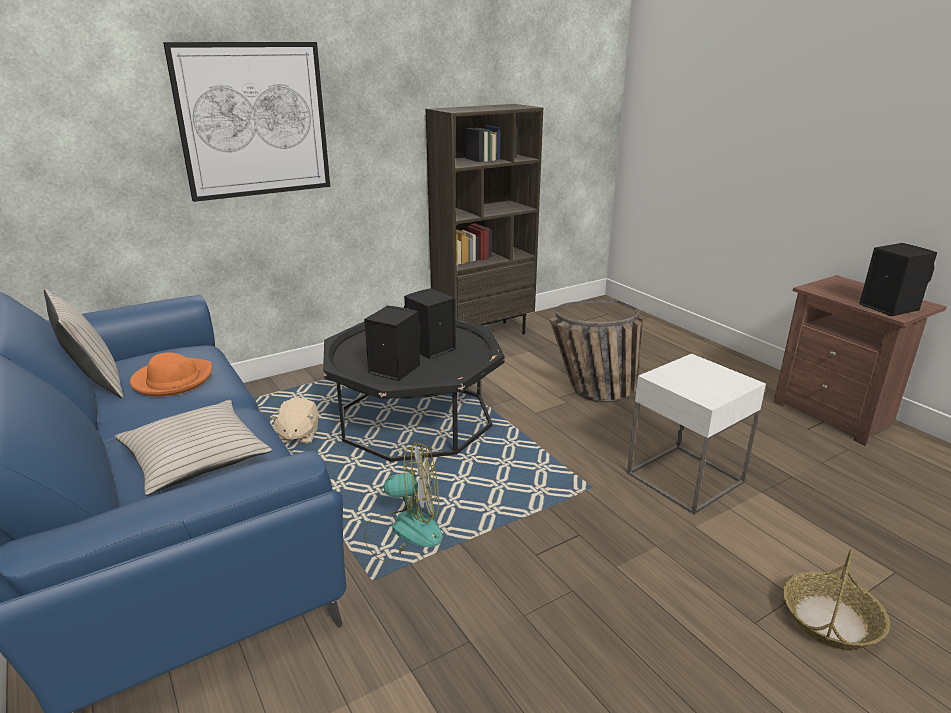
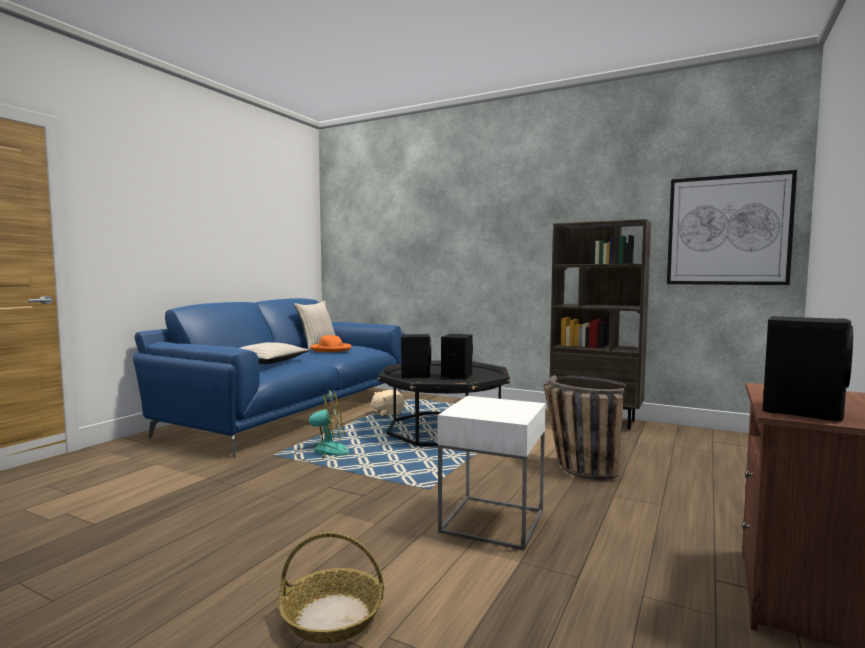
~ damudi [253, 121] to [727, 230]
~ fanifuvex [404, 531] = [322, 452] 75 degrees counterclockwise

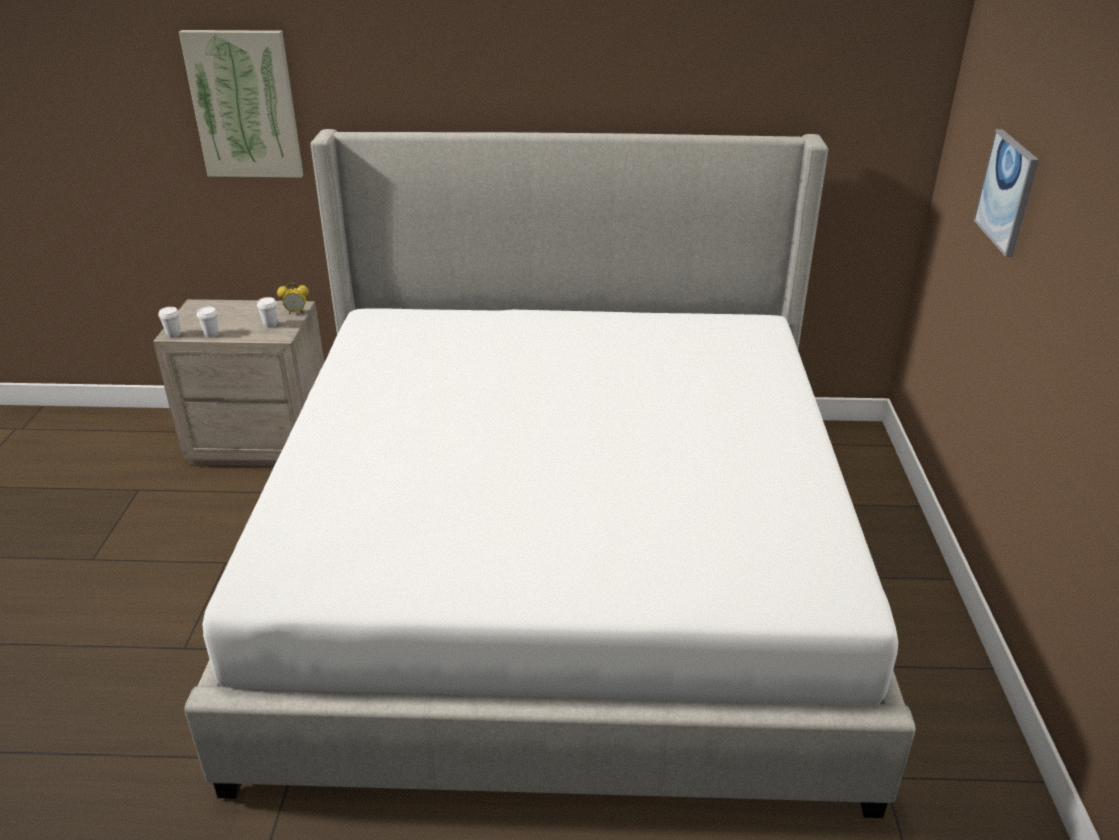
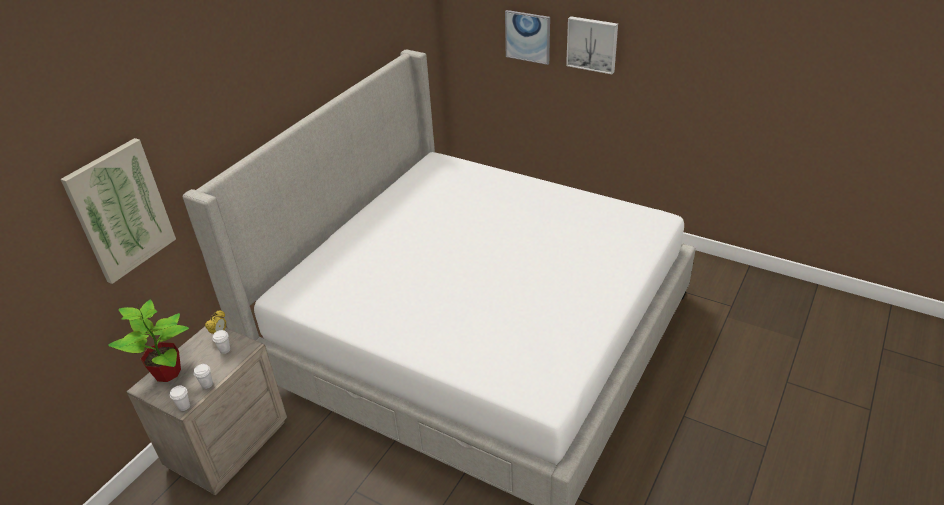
+ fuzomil [168, 372]
+ damudi [592, 44]

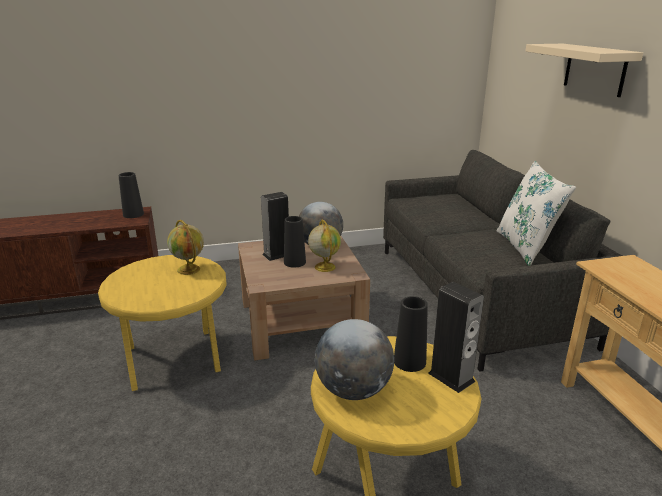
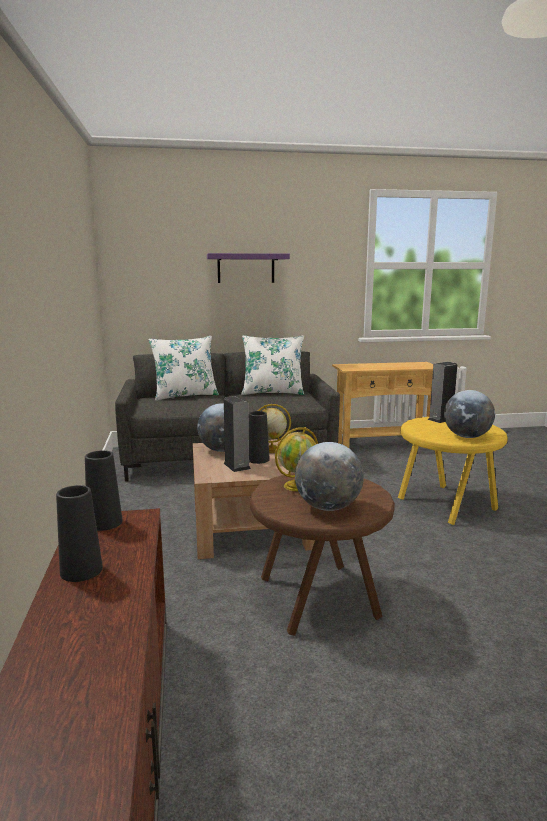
+ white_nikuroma [185, 395]
+ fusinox [327, 507]
~ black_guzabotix [409, 361] to [81, 570]
~ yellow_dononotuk [175, 359] to brown_dononotuk [318, 596]
~ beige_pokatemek [595, 69] to purple_pokatemek [246, 268]

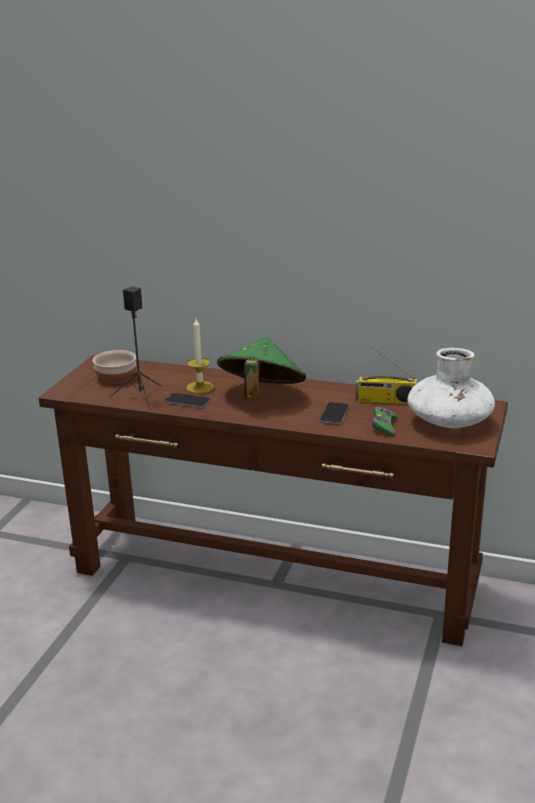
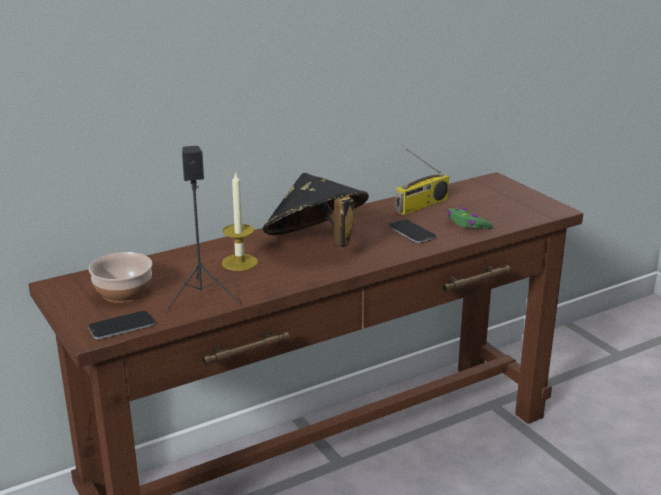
- white_guzabotix [449, 422]
~ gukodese [187, 401] to [121, 326]
~ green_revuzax [261, 396] to black_revuzax [316, 245]

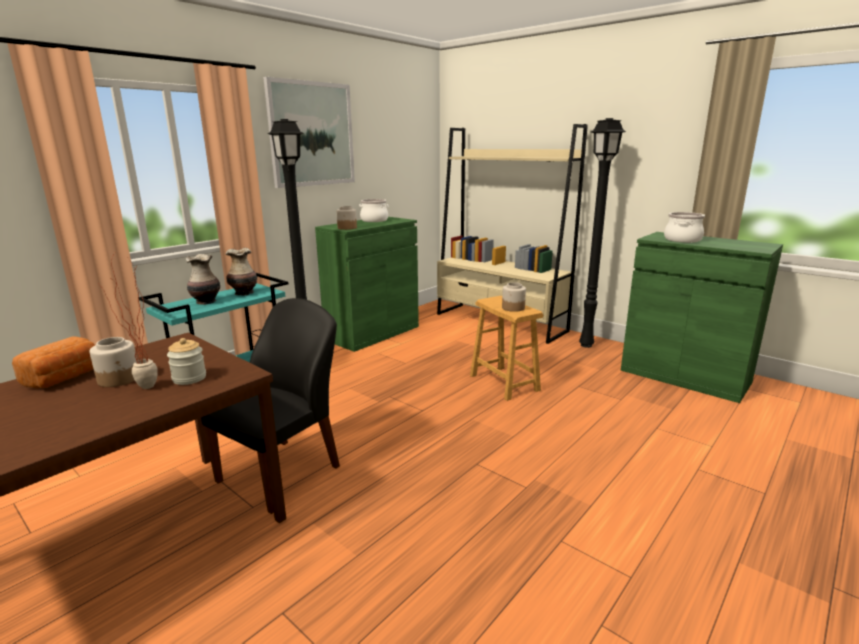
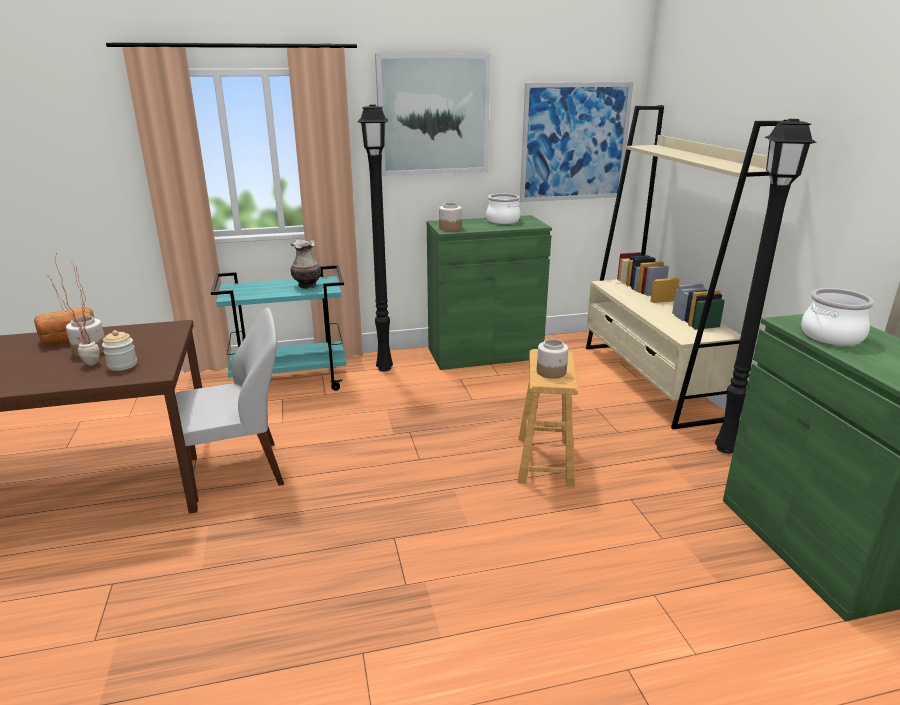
- guzabotix [205, 302]
+ damudi [575, 142]
~ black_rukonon [282, 472] to white_rukonon [240, 471]

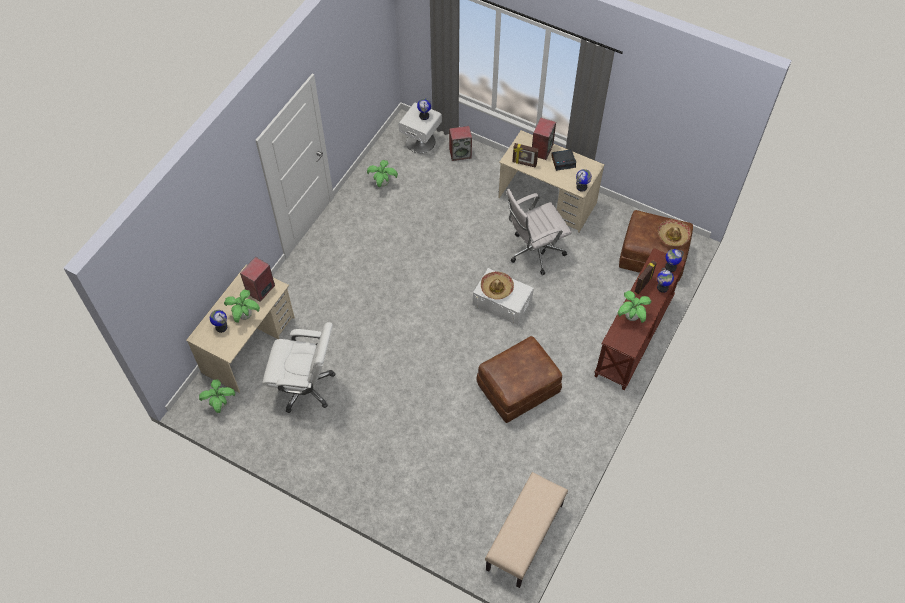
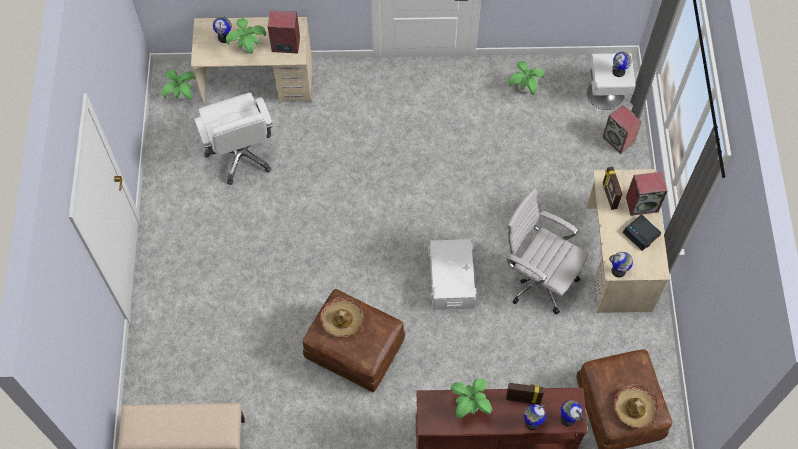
~ revuzax [497, 288] to [342, 319]

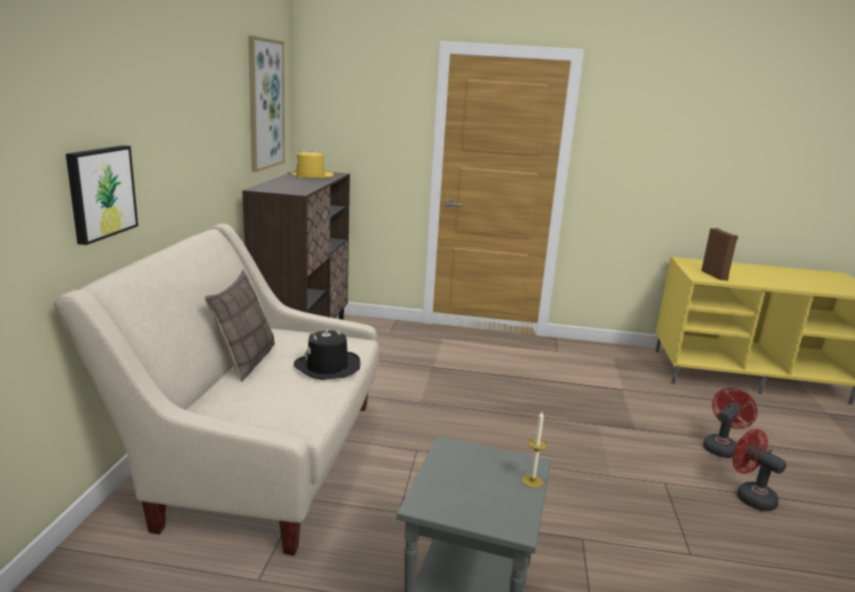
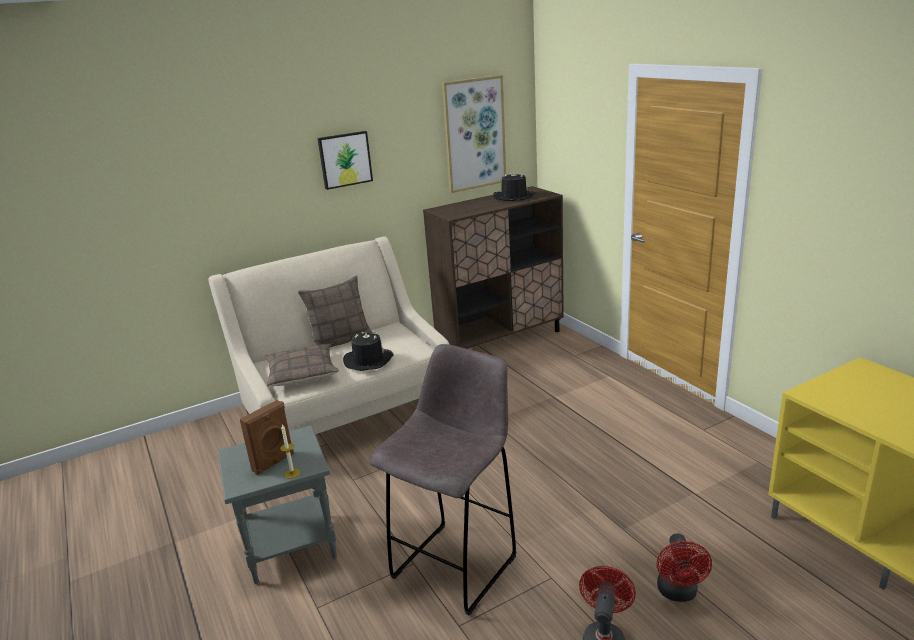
+ nikuroma [302, 373]
+ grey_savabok [457, 564]
~ damudi [100, 192] to [345, 159]
~ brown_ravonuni [715, 275] to [274, 463]
~ yellow_revuzax [310, 176] to black_revuzax [514, 197]
~ red_fanifuvex [721, 447] = [678, 593] 90 degrees clockwise

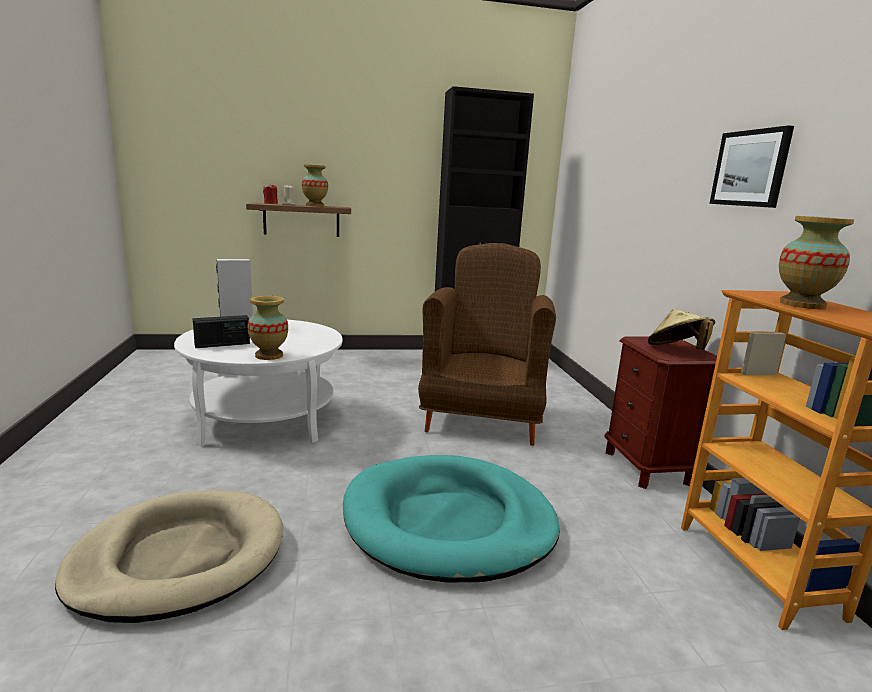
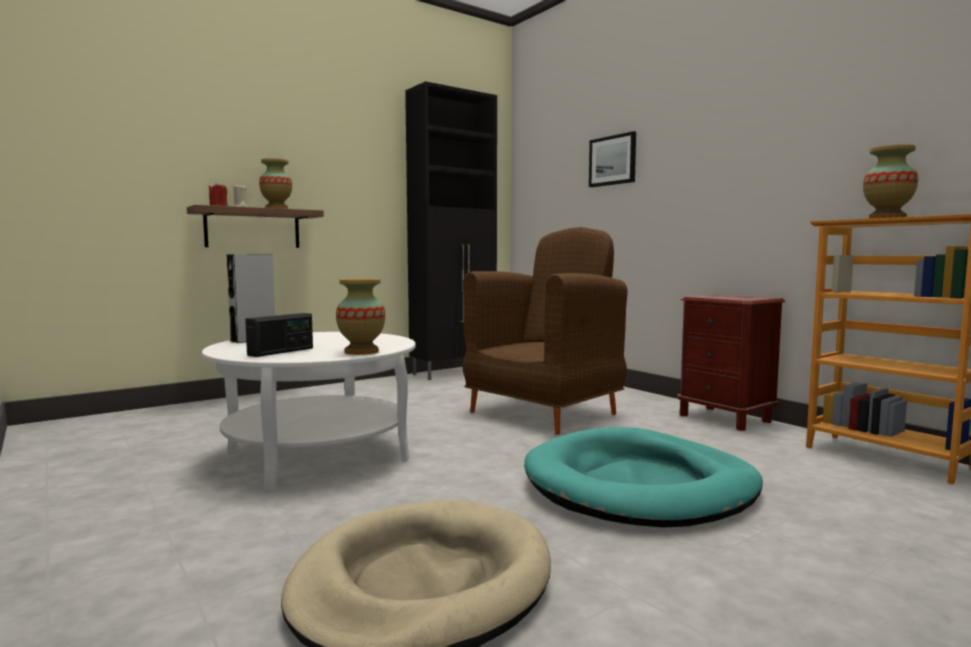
- beige_revuzax [677, 351]
~ damudi [750, 168] to [612, 160]
~ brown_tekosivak [482, 419] = [544, 413] 60 degrees clockwise

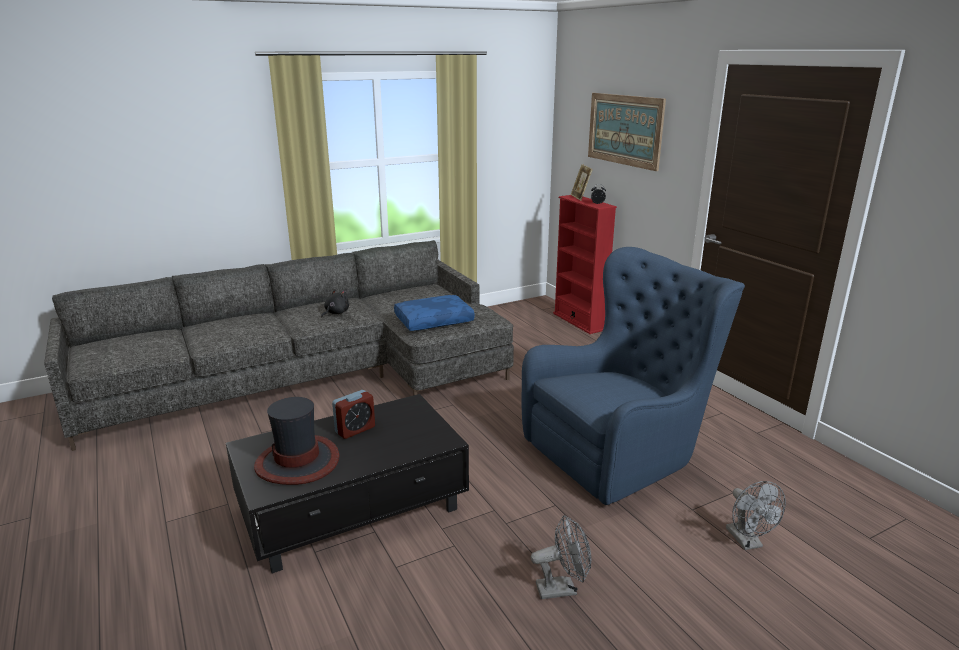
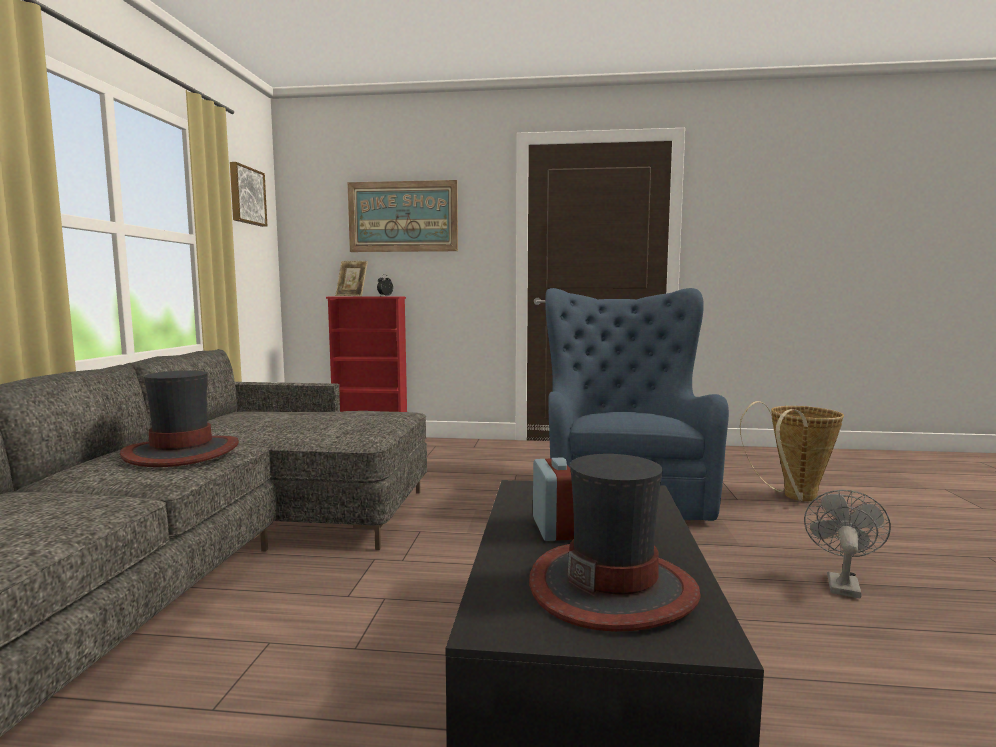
- blue_nikuroma [434, 320]
+ damudi [246, 195]
~ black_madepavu [335, 313] to revuzax [182, 452]
~ grey_fanifuvex [747, 542] to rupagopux [794, 497]

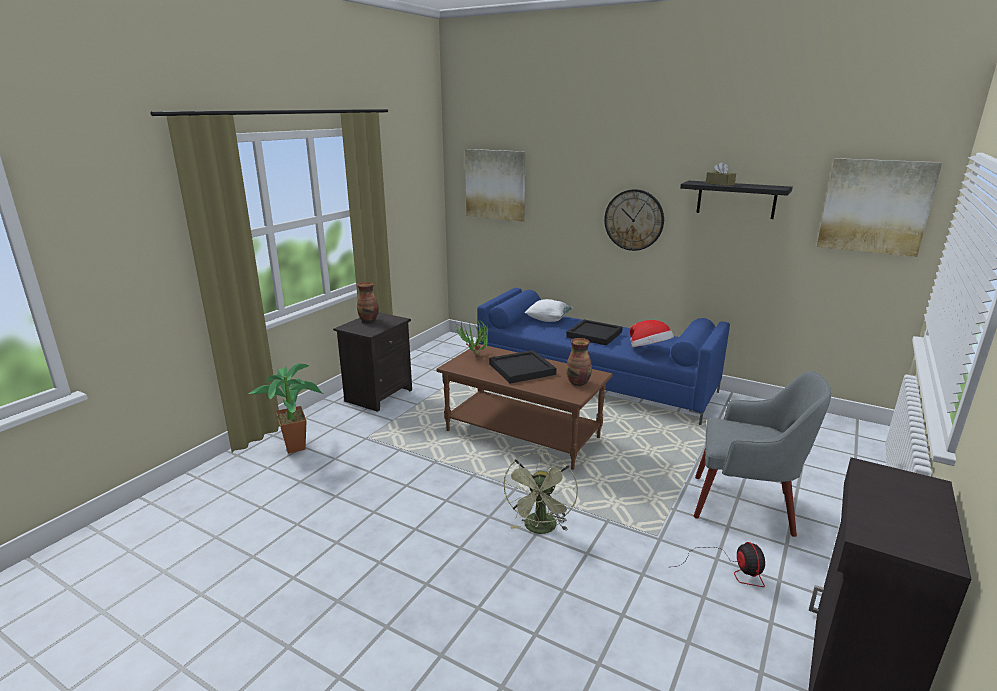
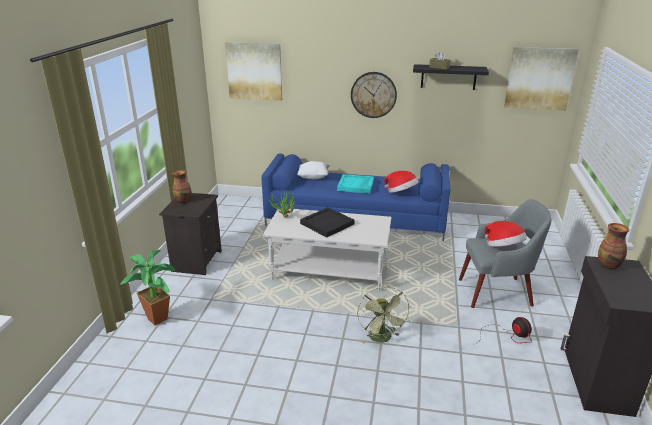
+ revuzax [503, 247]
~ guzabotix [578, 382] to [608, 265]
~ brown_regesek [523, 434] to white_regesek [329, 271]
~ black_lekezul [594, 334] to turquoise_lekezul [356, 185]

